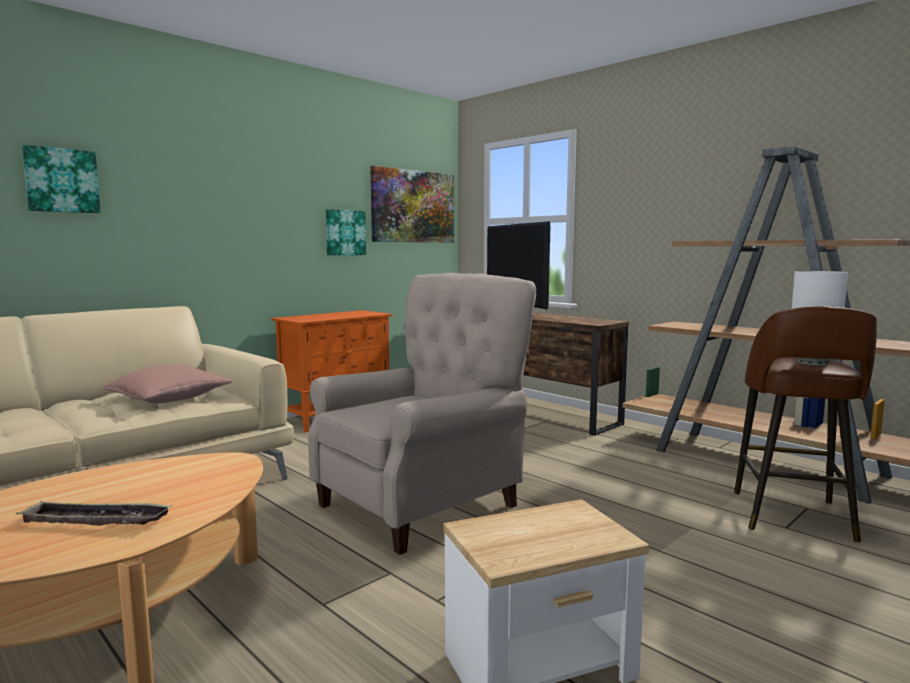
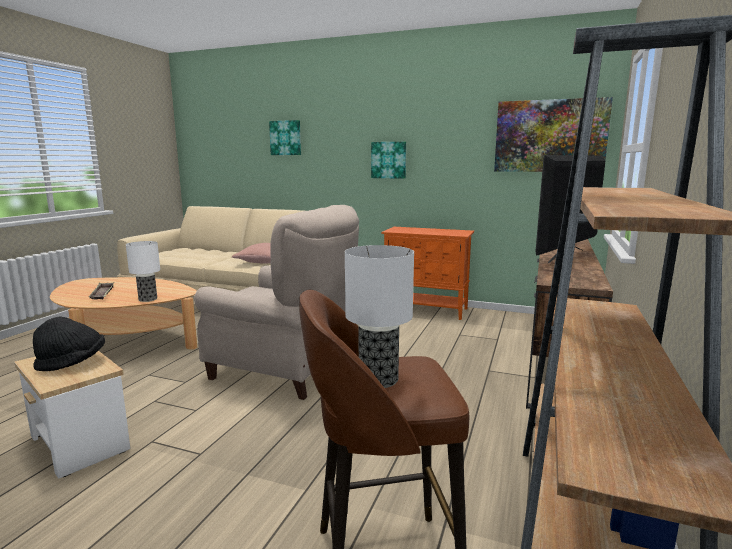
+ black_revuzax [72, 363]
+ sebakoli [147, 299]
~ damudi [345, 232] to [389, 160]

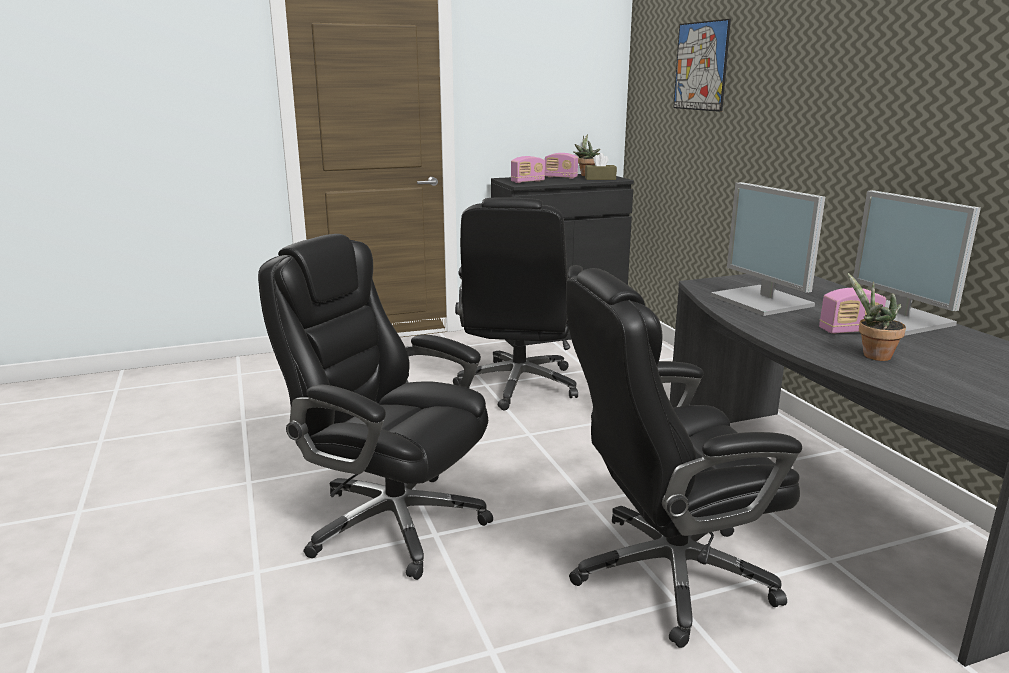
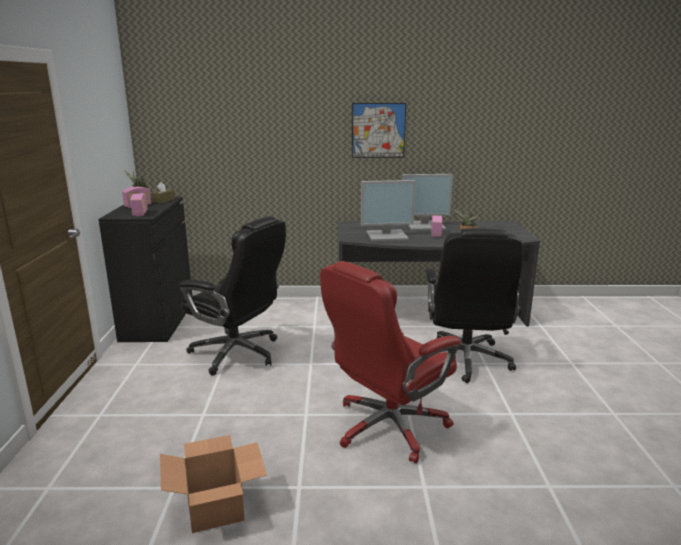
+ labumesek [215, 507]
~ damudi [701, 66] to [378, 130]
~ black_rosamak [392, 521] to red_rosamak [388, 427]

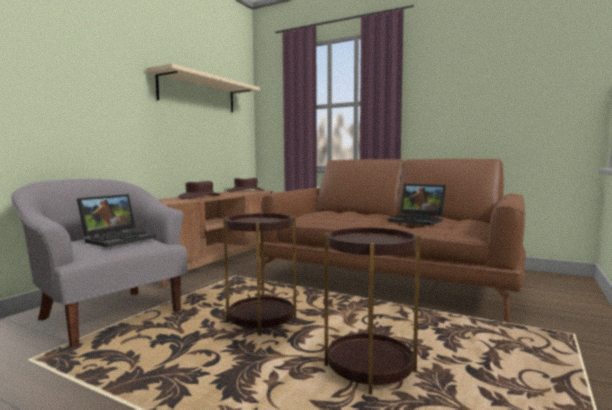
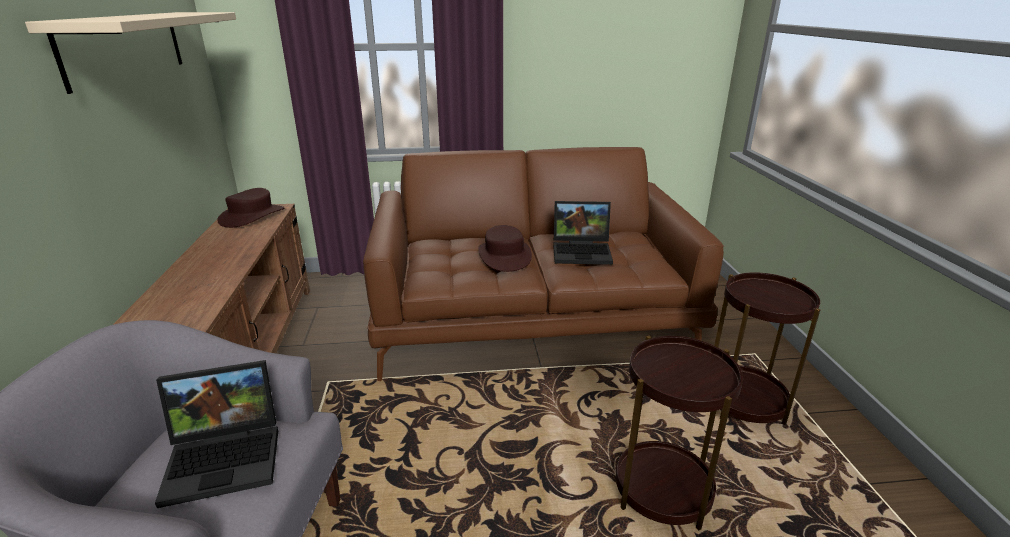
~ brown_revuzax [199, 197] to [504, 256]
~ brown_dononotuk [261, 321] to [744, 402]
~ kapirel [119, 239] = [227, 456] 75 degrees clockwise

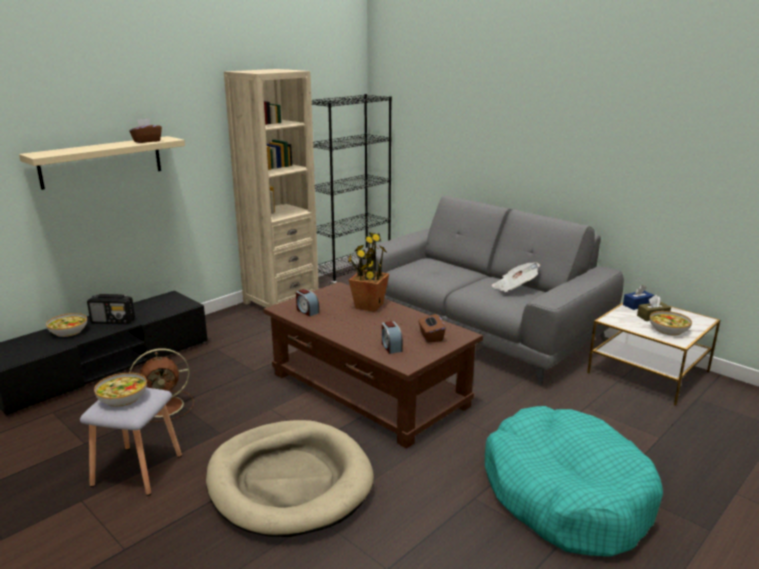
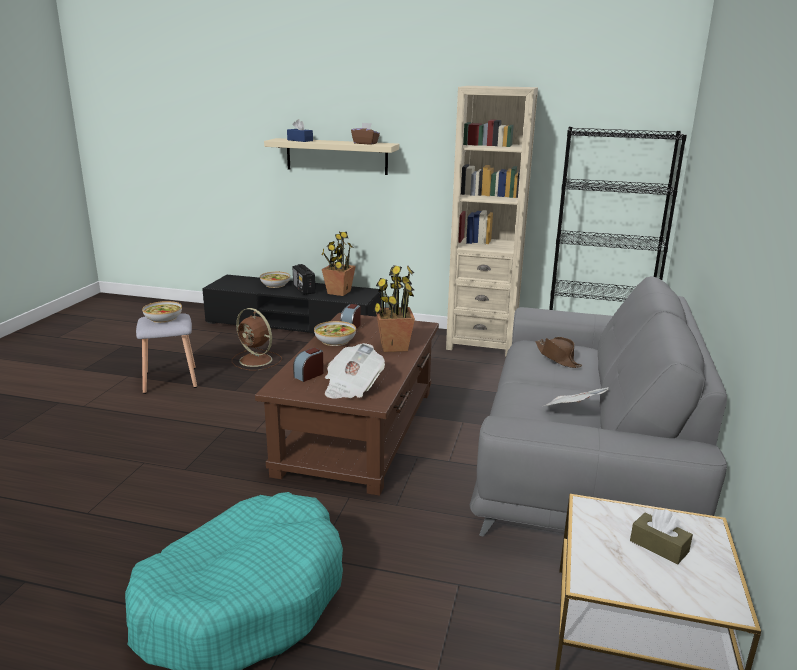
- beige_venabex [289, 481]
+ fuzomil [339, 292]
+ brown_revuzax [557, 358]
~ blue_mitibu [637, 305] to [300, 140]
~ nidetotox [668, 329] to [335, 340]
~ brown_mitibu [430, 336] to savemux [351, 387]

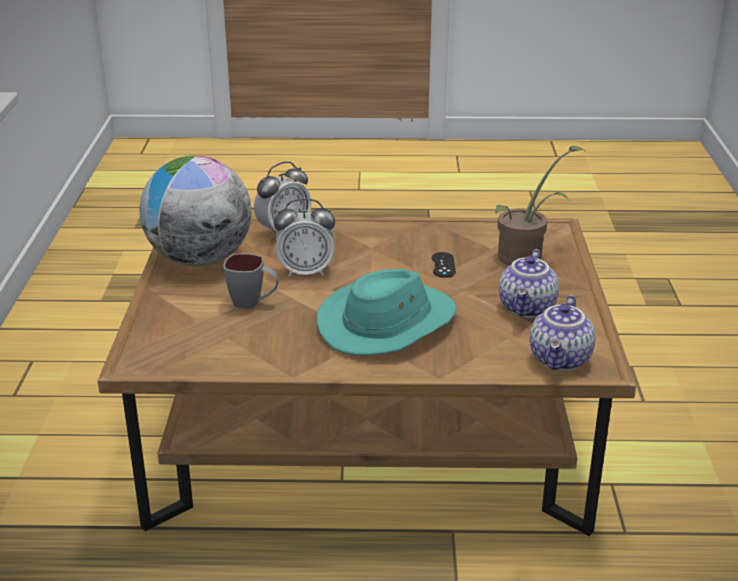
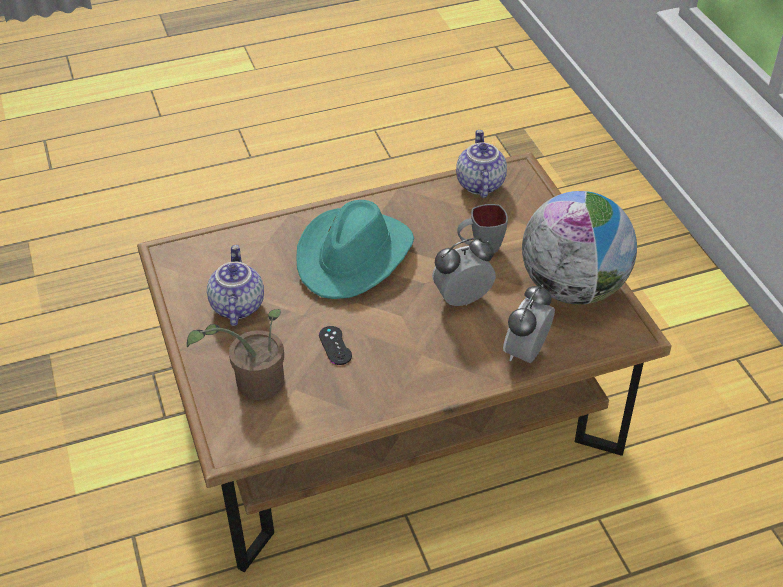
~ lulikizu [561, 360] to [479, 184]

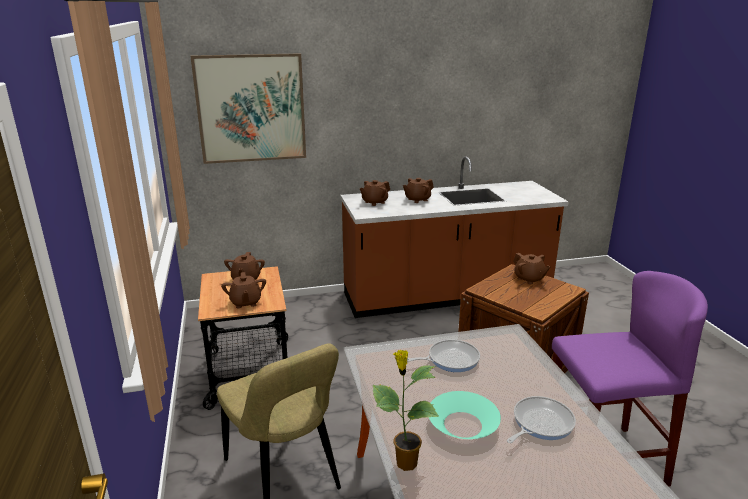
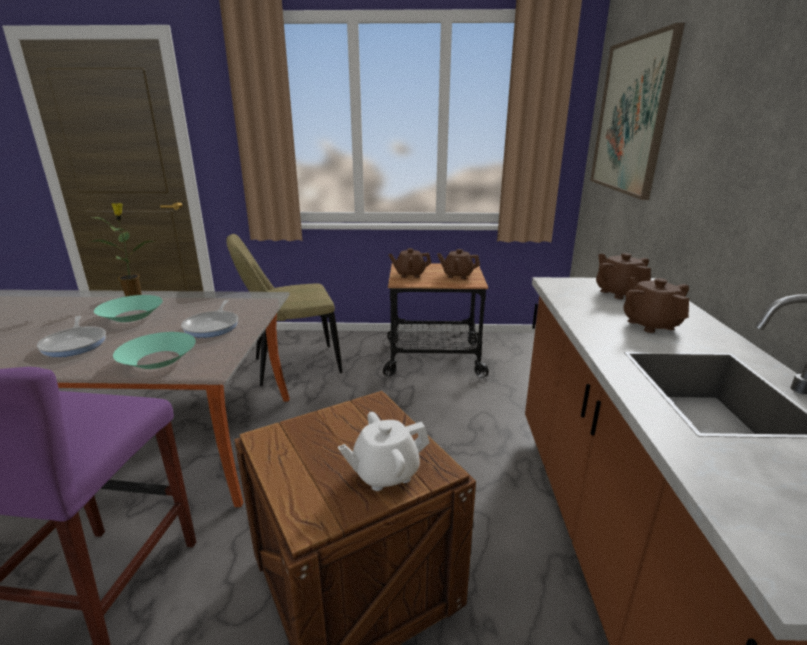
+ turquoise_nidetotox [158, 359]
~ brown_lulikizu [529, 279] to white_lulikizu [385, 473]

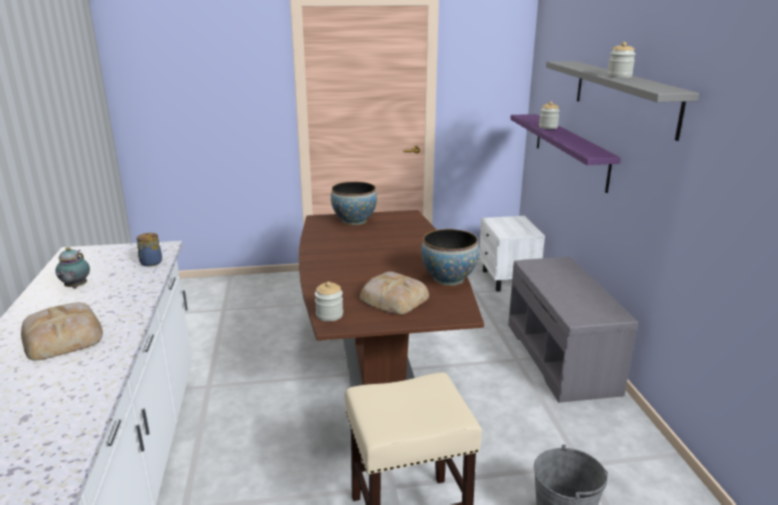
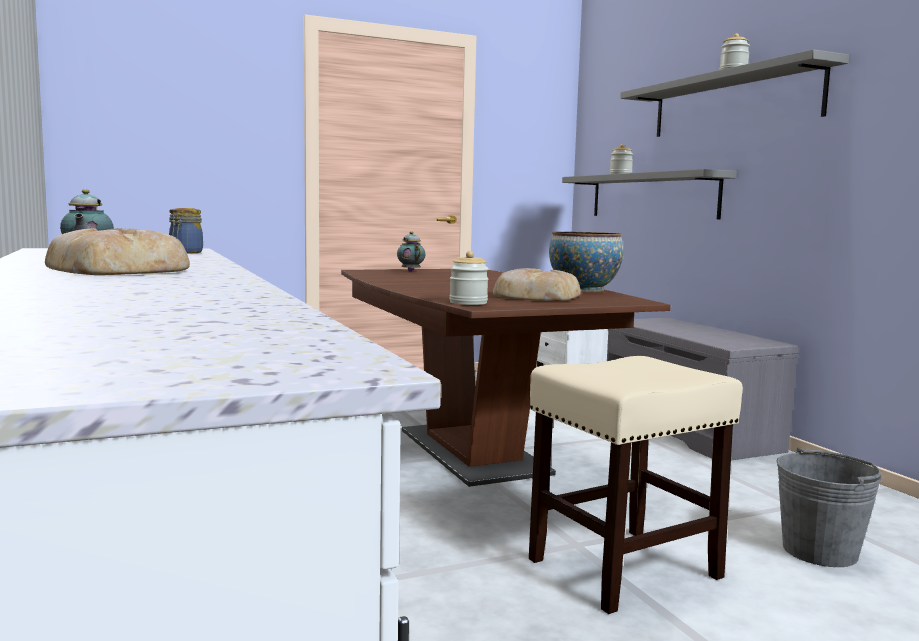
~ nidetotox [354, 221] to lulikizu [410, 271]
~ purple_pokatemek [570, 150] to grey_pokatemek [651, 196]

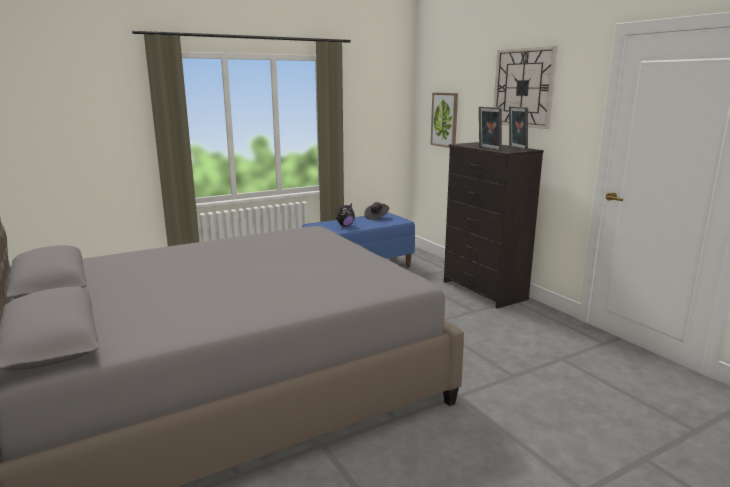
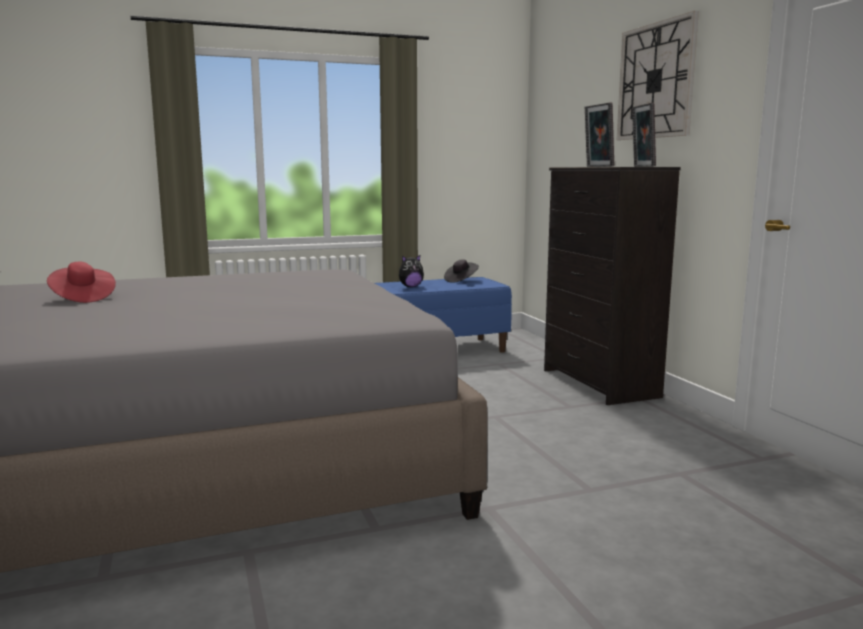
- damudi [444, 119]
+ red_revuzax [82, 298]

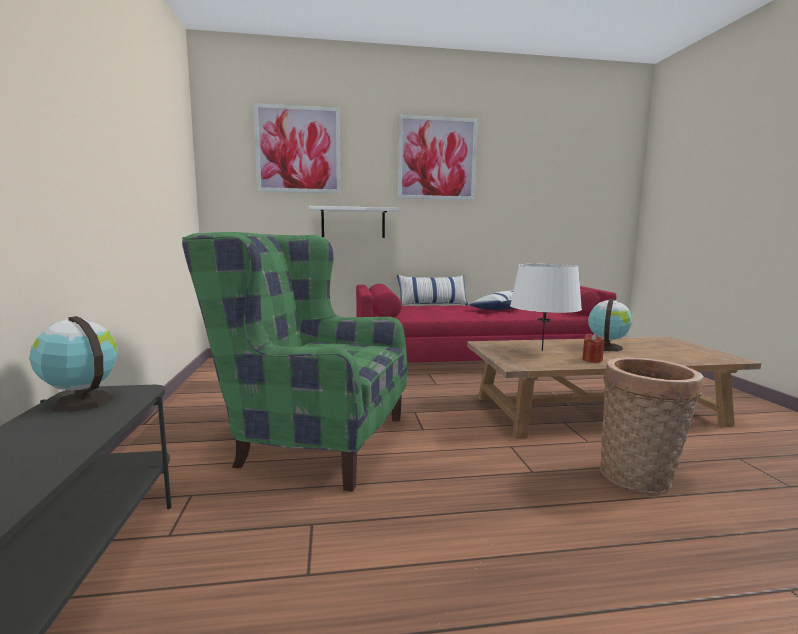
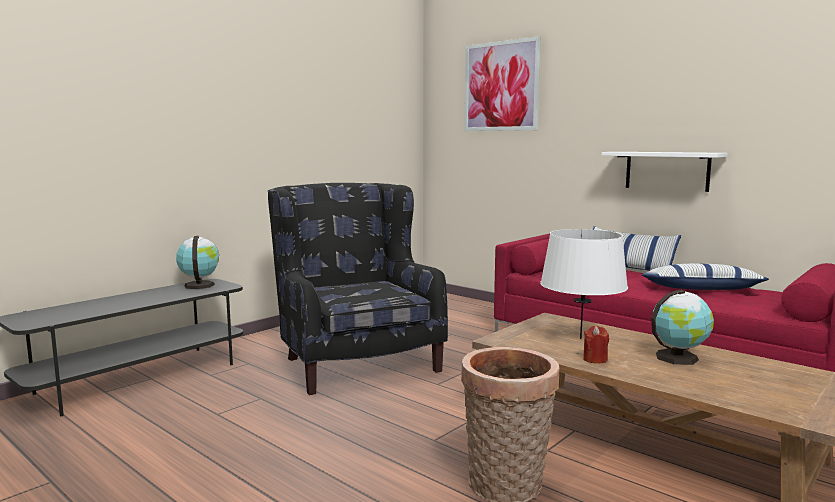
- damudi [437, 159]
~ white_pokatemek [353, 223] to [667, 171]
~ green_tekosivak [308, 439] to black_tekosivak [355, 360]

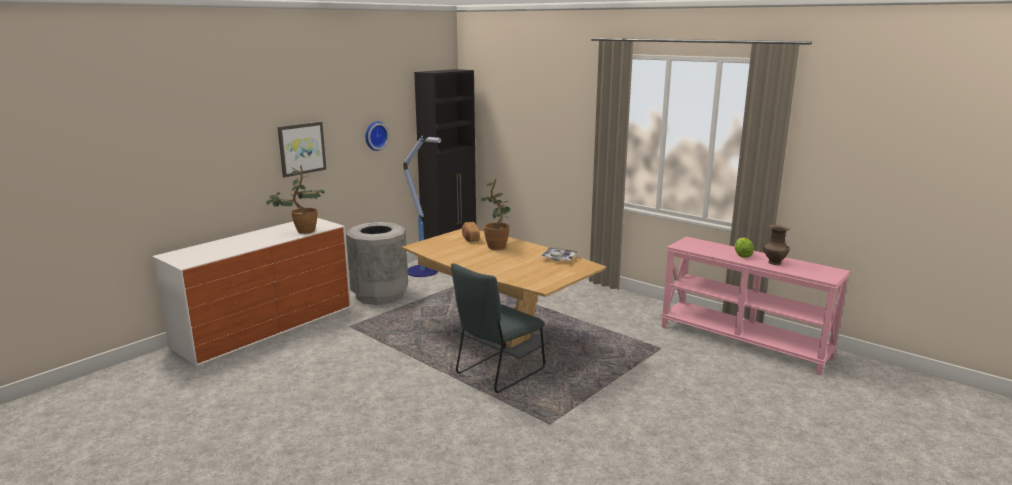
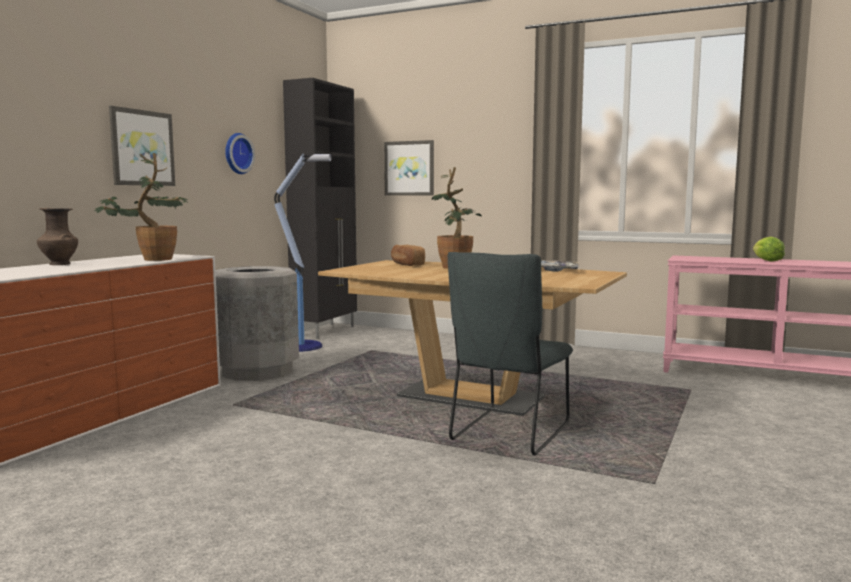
+ damudi [409, 168]
~ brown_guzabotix [773, 262] to [59, 264]

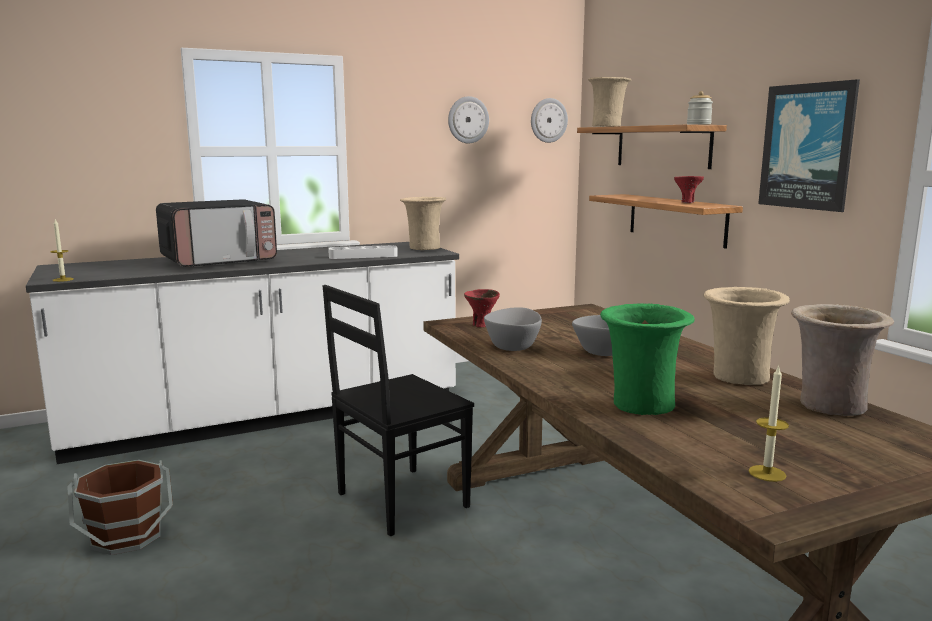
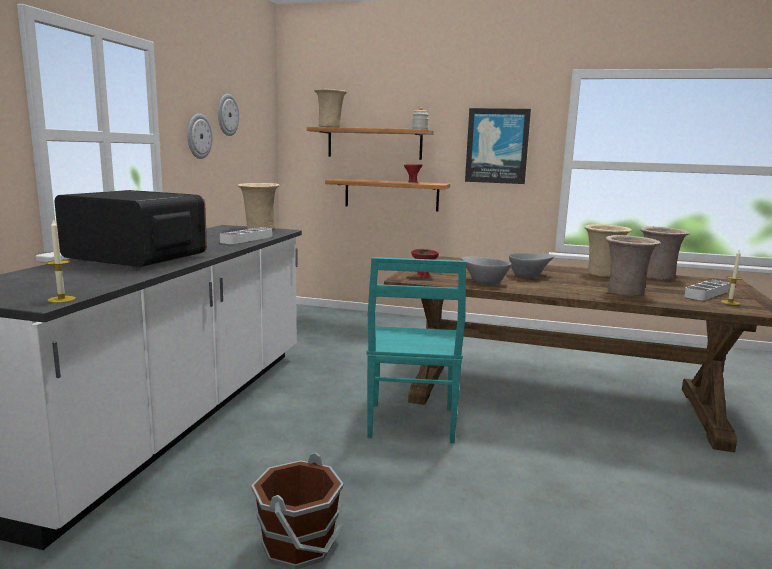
+ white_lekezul [706, 294]
~ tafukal [548, 120] to [198, 136]
~ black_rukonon [399, 501] to turquoise_rukonon [411, 424]
~ green_guzabotix [641, 407] to beige_guzabotix [626, 293]
~ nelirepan [219, 260] = [135, 258] 75 degrees counterclockwise

